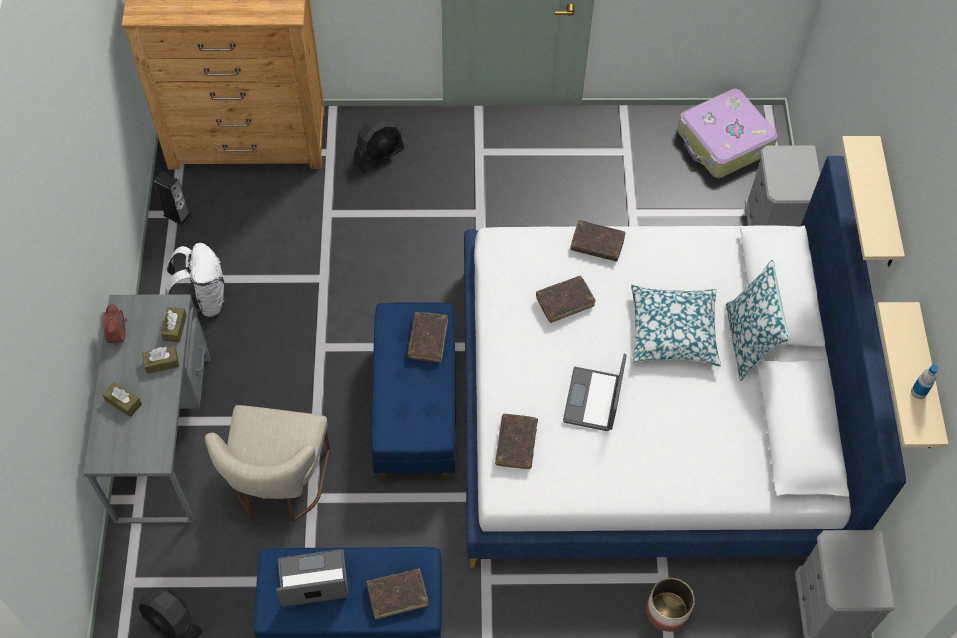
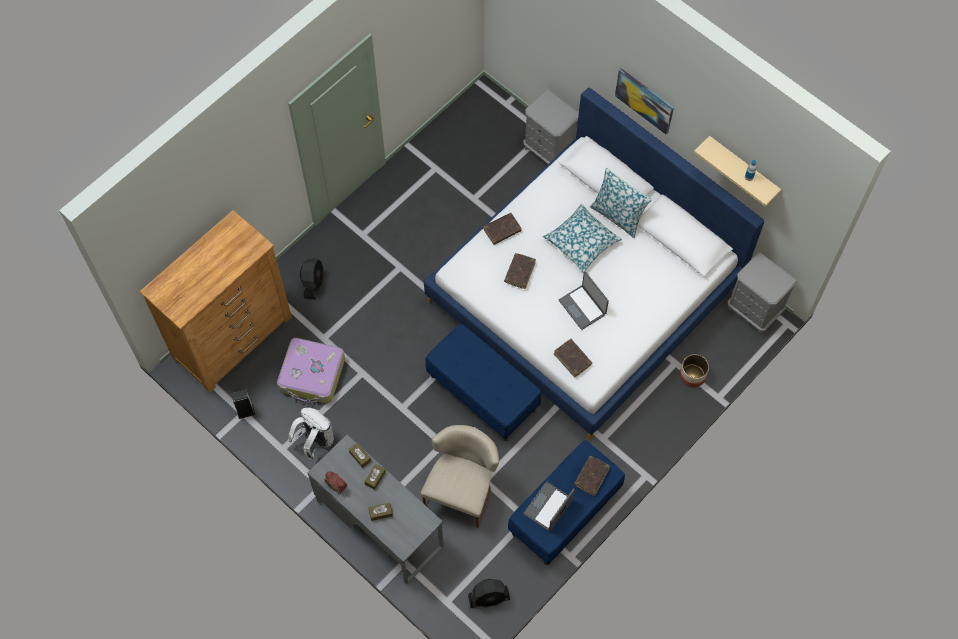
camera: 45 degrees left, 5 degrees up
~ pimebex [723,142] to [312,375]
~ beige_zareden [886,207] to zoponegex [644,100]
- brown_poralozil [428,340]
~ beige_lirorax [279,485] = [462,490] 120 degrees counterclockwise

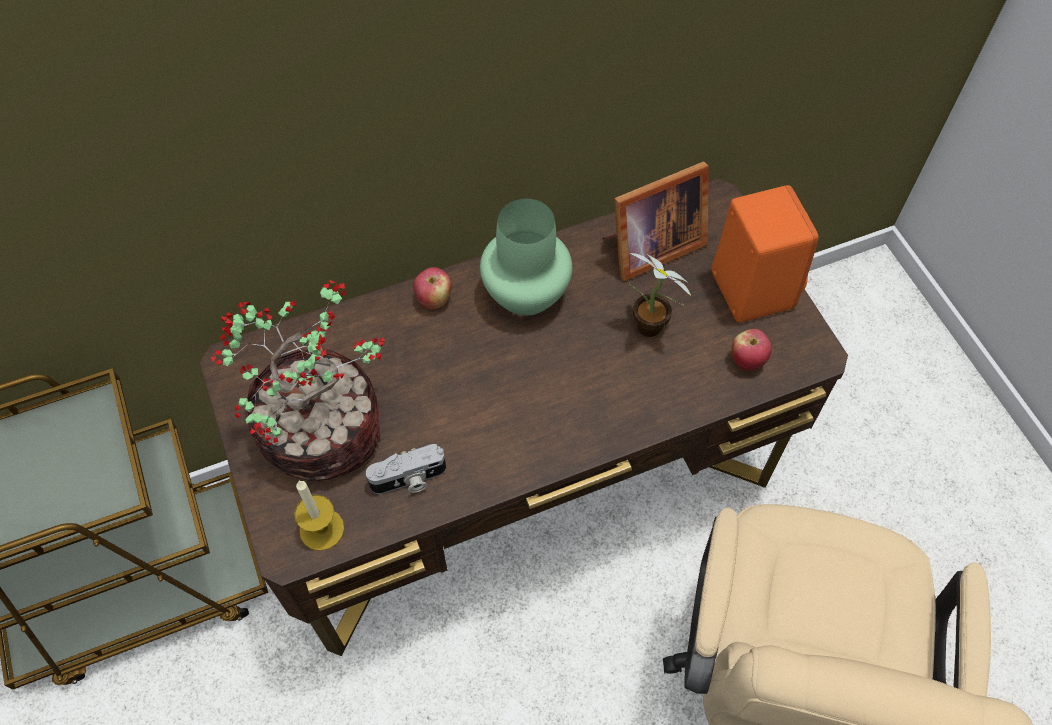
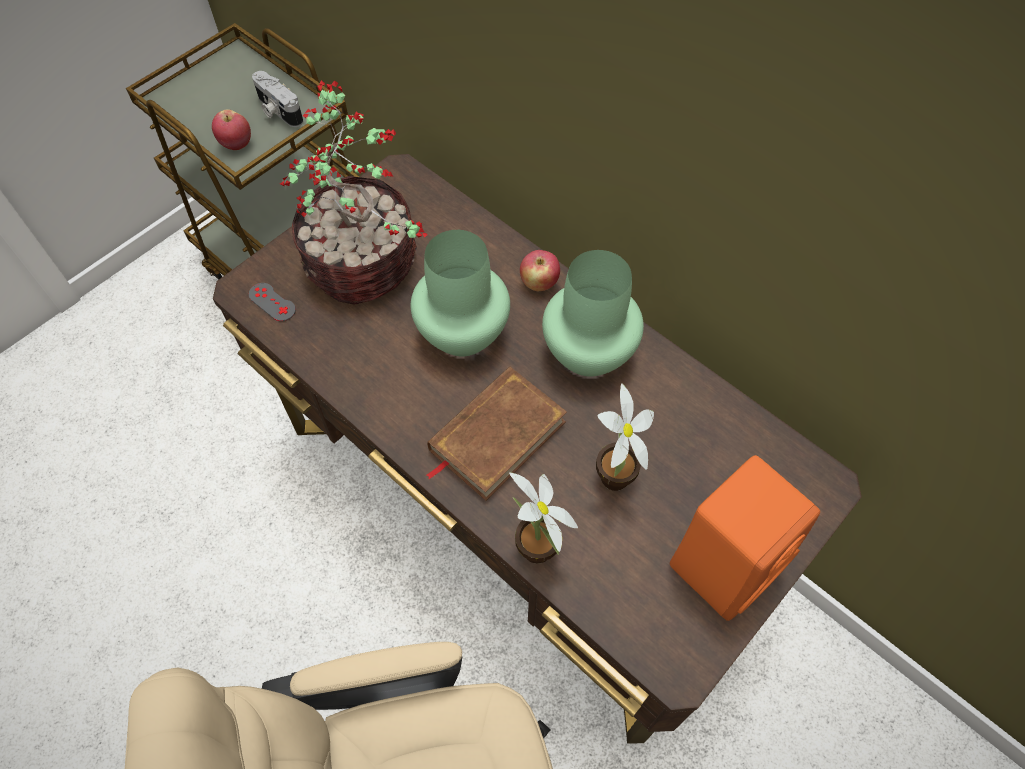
camera: 65 degrees right, 0 degrees up
- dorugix [649,247]
~ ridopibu [747,360] to [236,144]
~ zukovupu [409,480] to [278,111]
~ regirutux [322,529] to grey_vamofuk [272,302]
+ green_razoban [464,334]
+ brown_poralozil [496,436]
+ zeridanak [538,555]

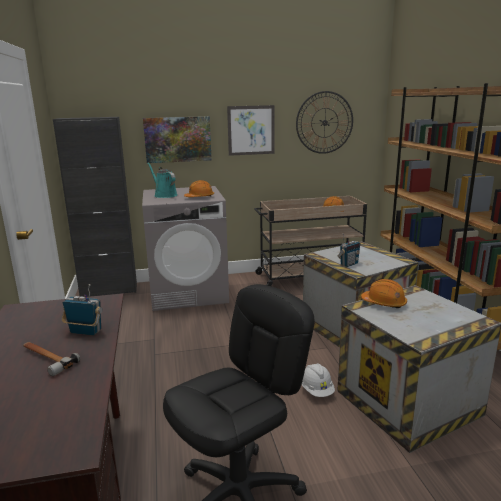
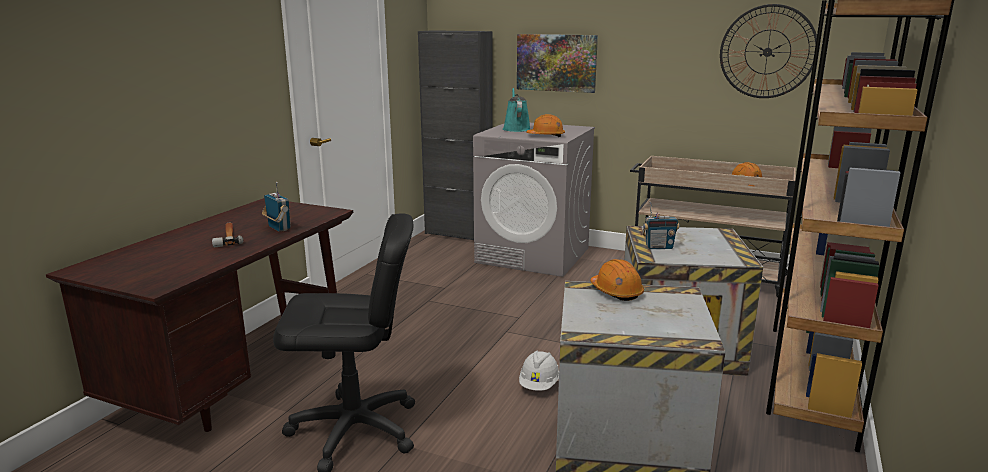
camera: 35 degrees right, 0 degrees up
- zoponegex [251,130]

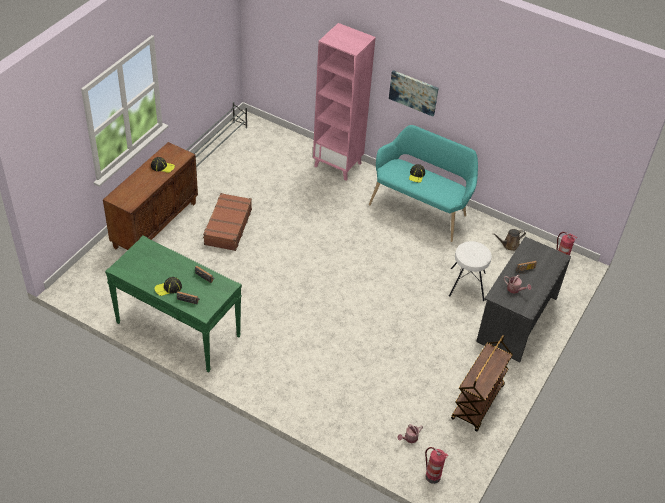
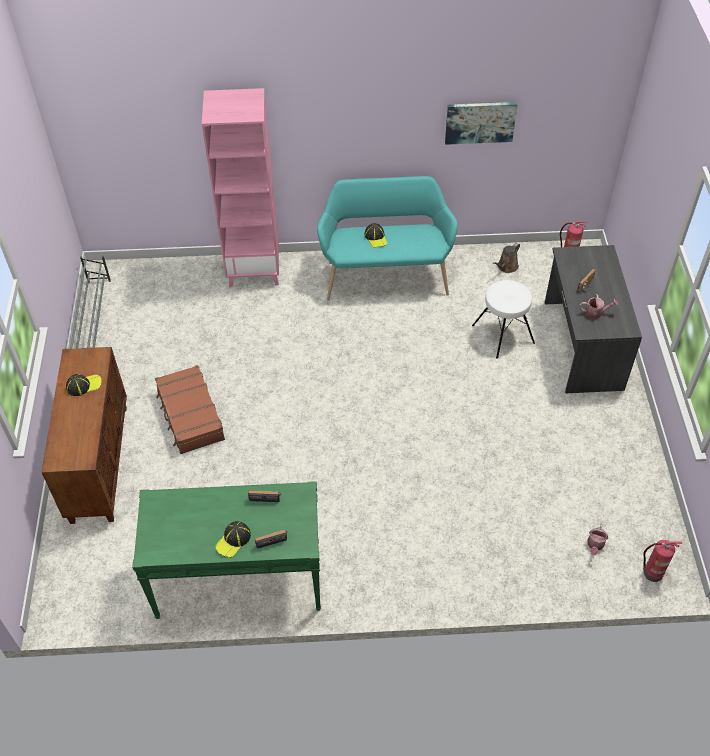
camera: 30 degrees left, 5 degrees up
~ zoponegex [413,92] to [480,122]
- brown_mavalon [478,403]

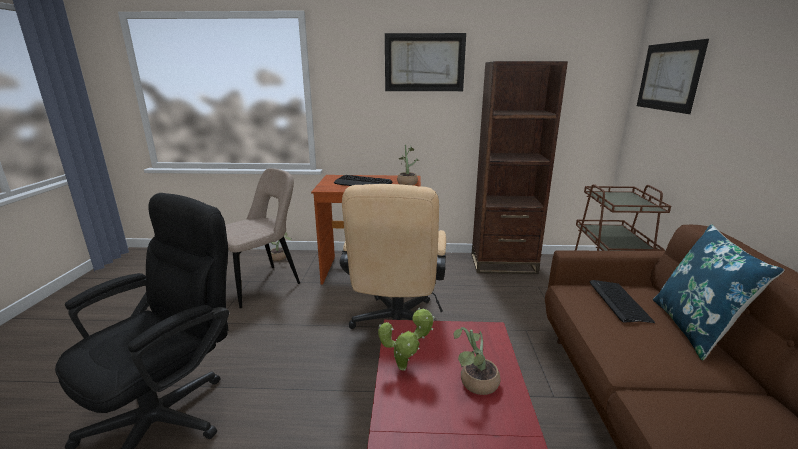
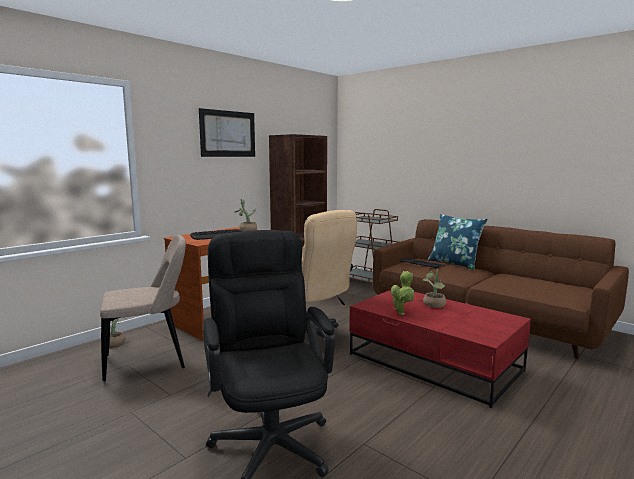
camera: 50 degrees left, 10 degrees down
- zoponegex [668,77]
~ beige_lirorax [262,285] = [149,361] 75 degrees clockwise

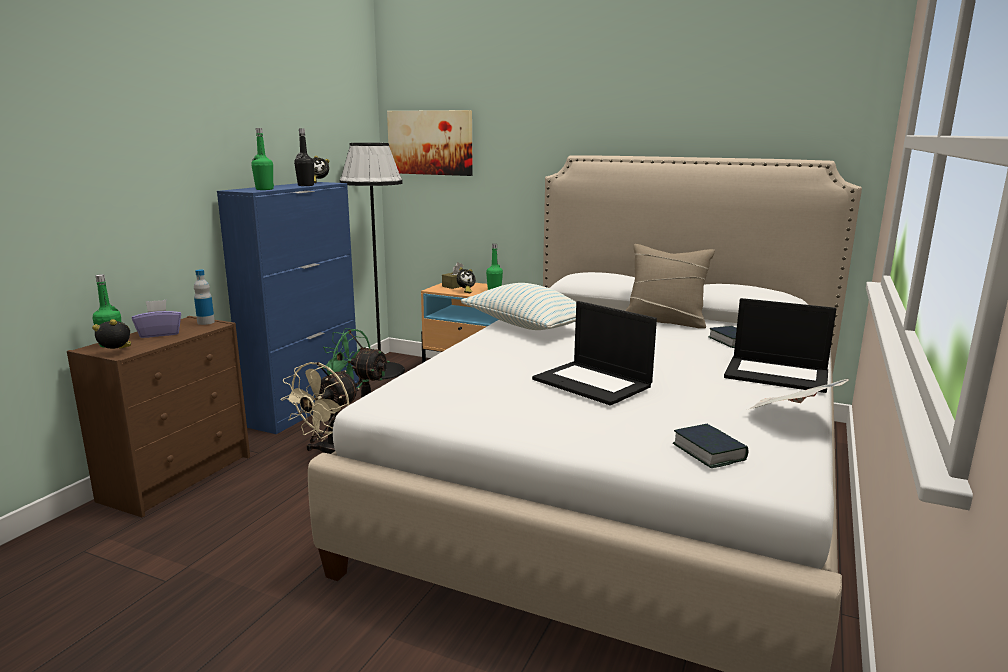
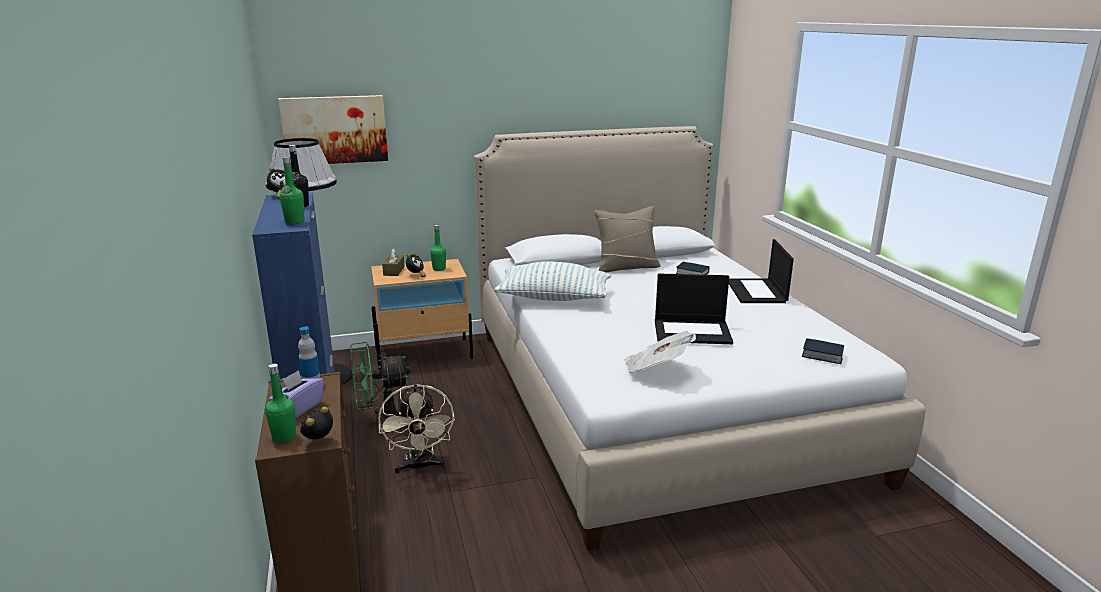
camera: 40 degrees left, 5 degrees up
~ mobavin [777,374] = [757,292] 105 degrees clockwise
~ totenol [791,418] to [656,368]

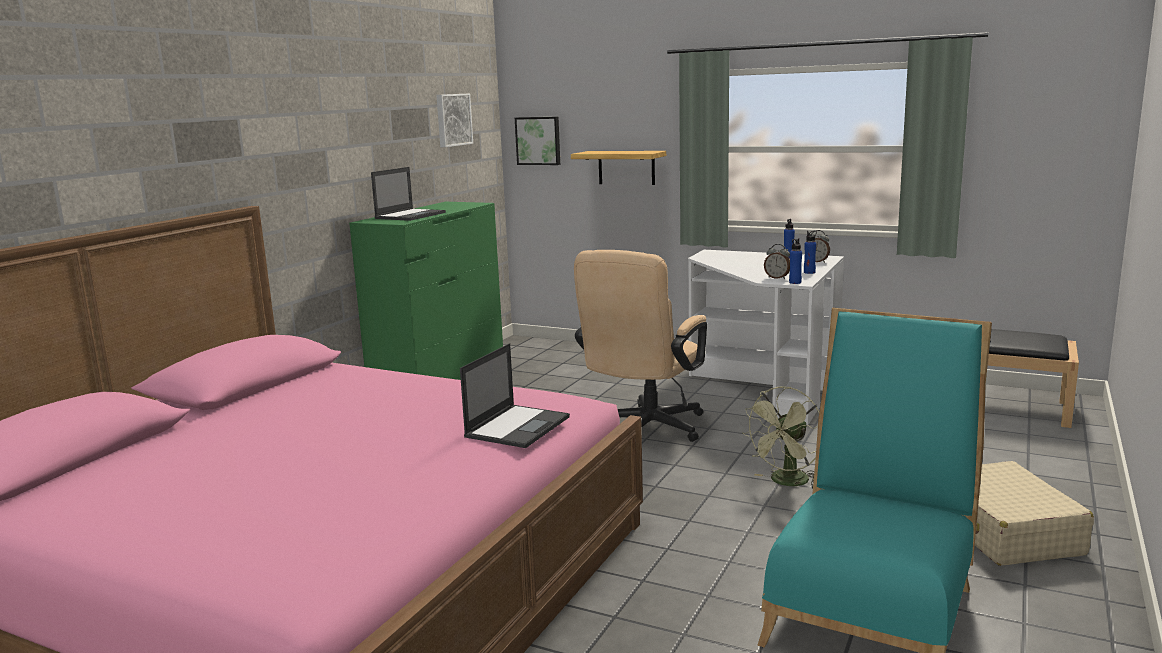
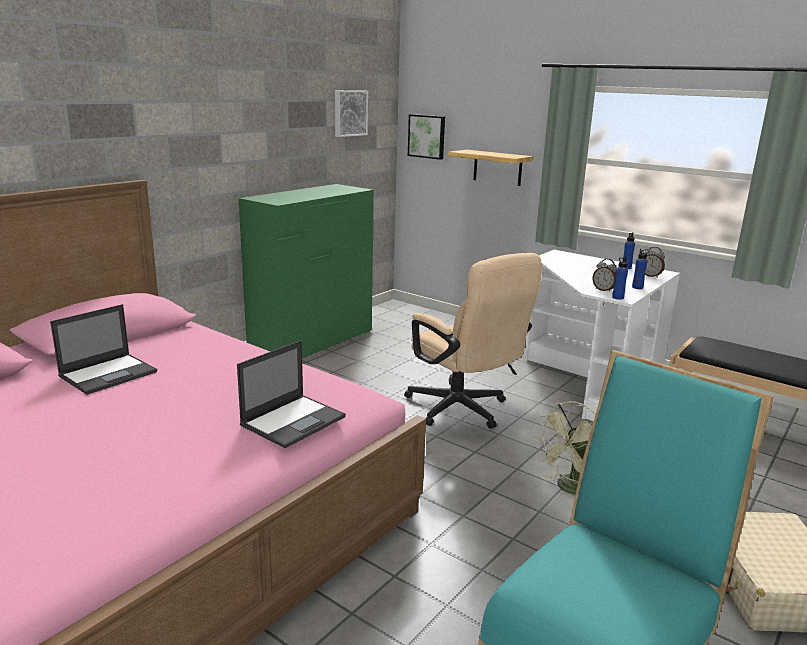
camera: 10 degrees right, 5 degrees up
~ mobavin [411,215] to [109,374]
~ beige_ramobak [644,430] = [463,411] 75 degrees counterclockwise

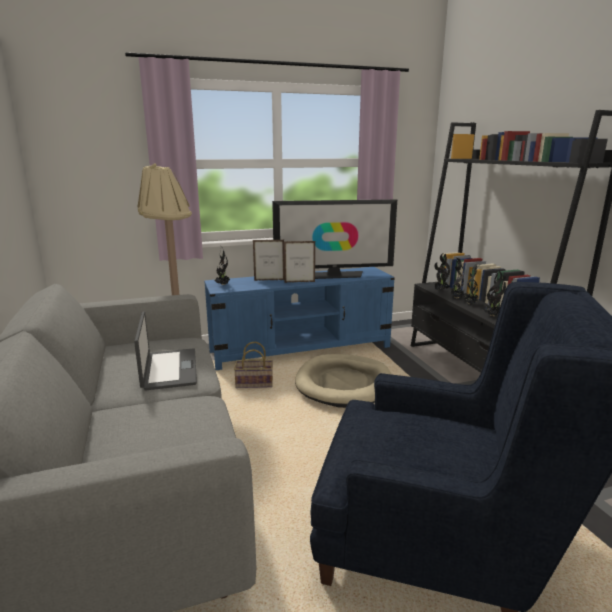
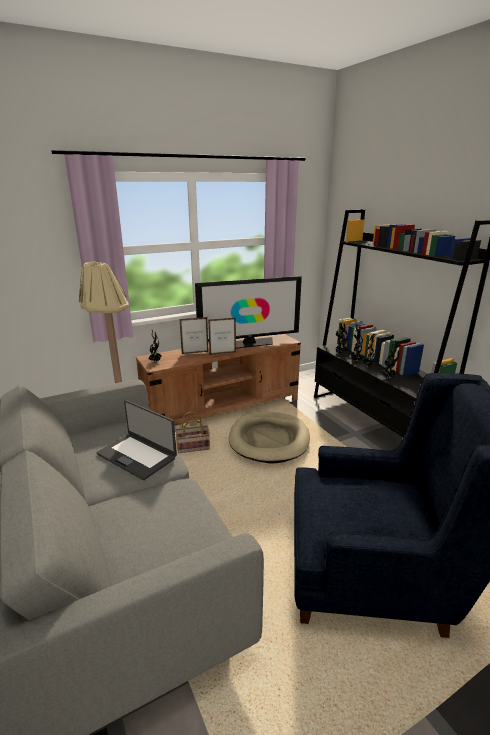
camera: 10 degrees left, 5 degrees up
~ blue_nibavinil [301,349] to brown_nibavinil [223,408]
~ mobavin [168,369] = [137,455] 150 degrees clockwise

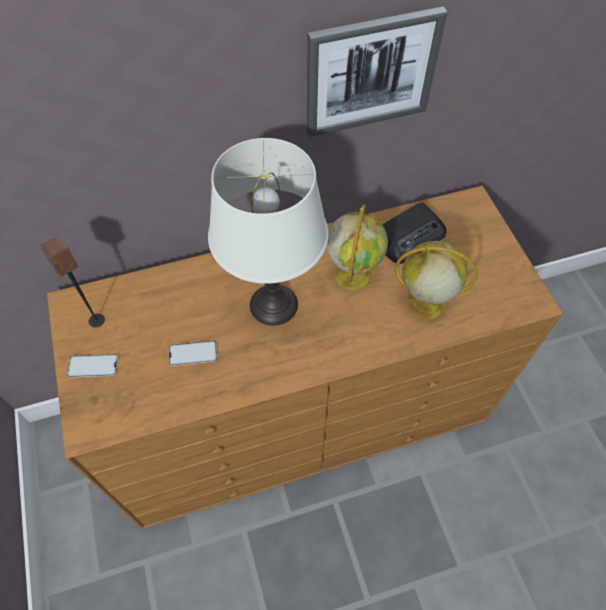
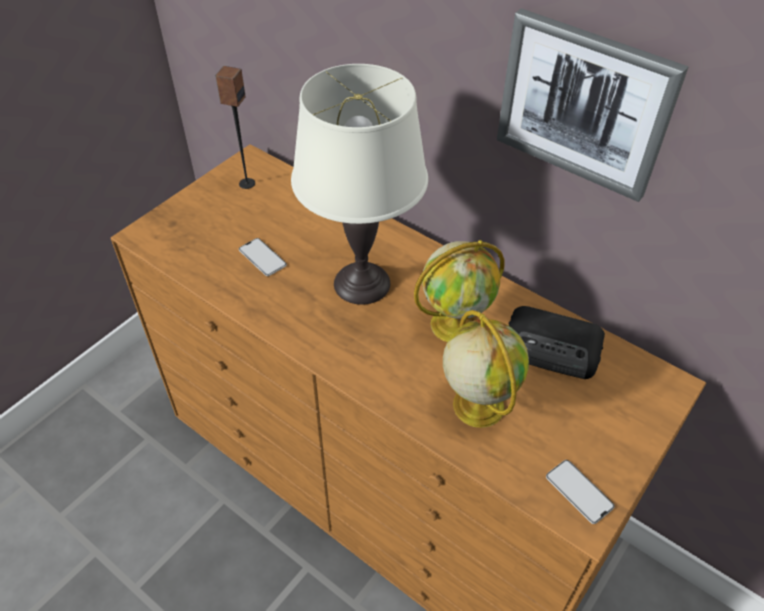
camera: 55 degrees right, 10 degrees down
~ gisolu [93,366] to [579,491]

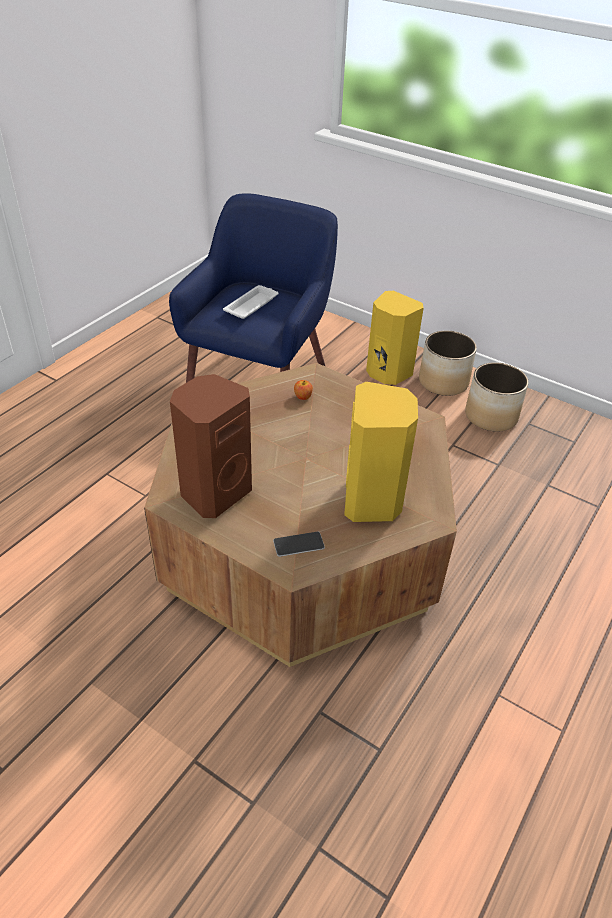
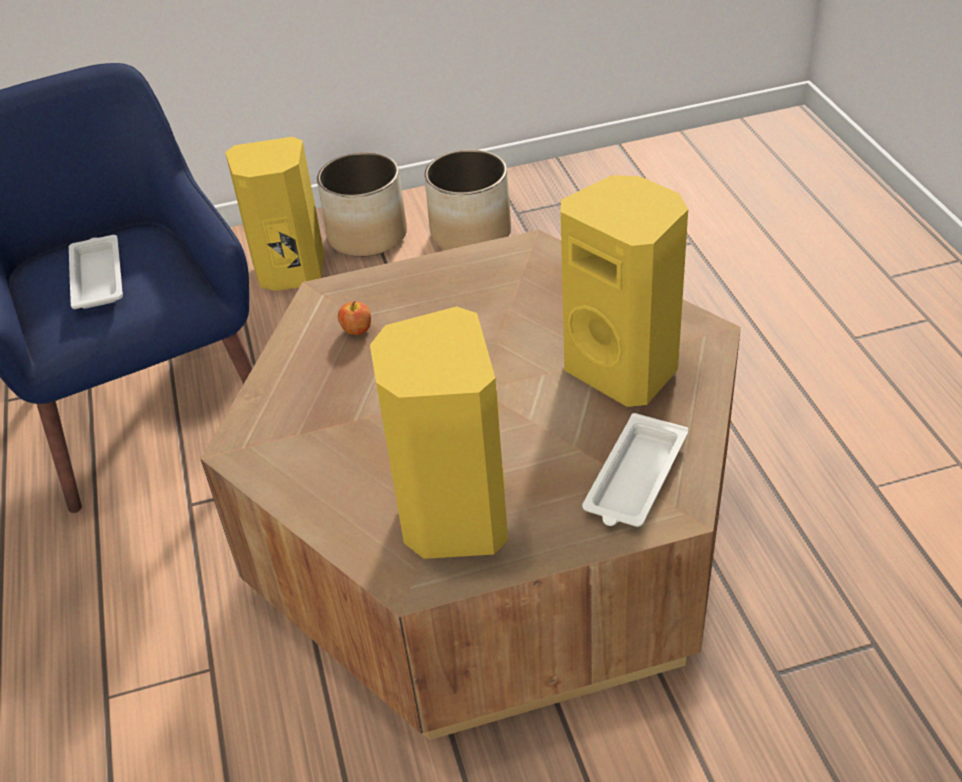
camera: 45 degrees left, 0 degrees up
~ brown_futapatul [214,492] to yellow_futapatul [450,518]
~ gisolu [298,544] to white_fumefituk [635,479]

